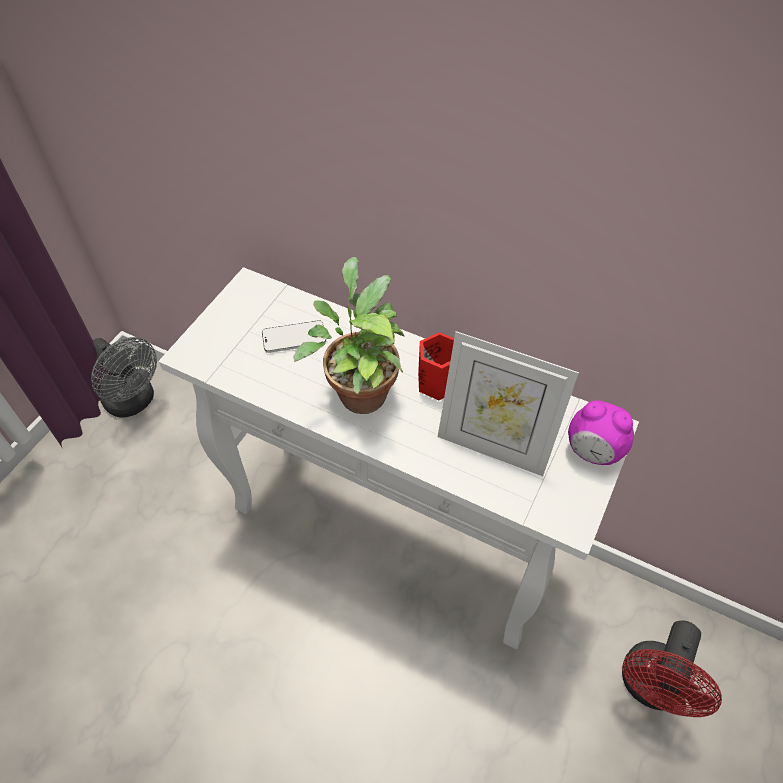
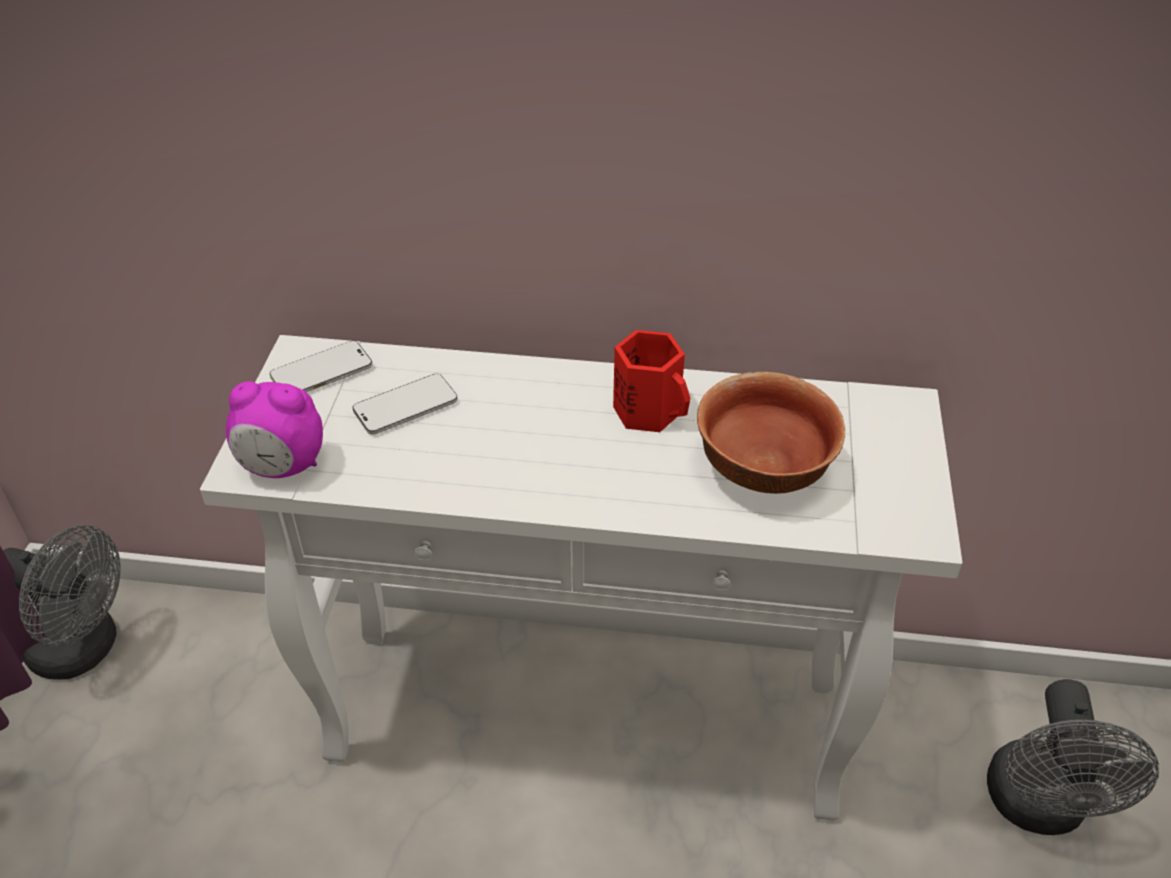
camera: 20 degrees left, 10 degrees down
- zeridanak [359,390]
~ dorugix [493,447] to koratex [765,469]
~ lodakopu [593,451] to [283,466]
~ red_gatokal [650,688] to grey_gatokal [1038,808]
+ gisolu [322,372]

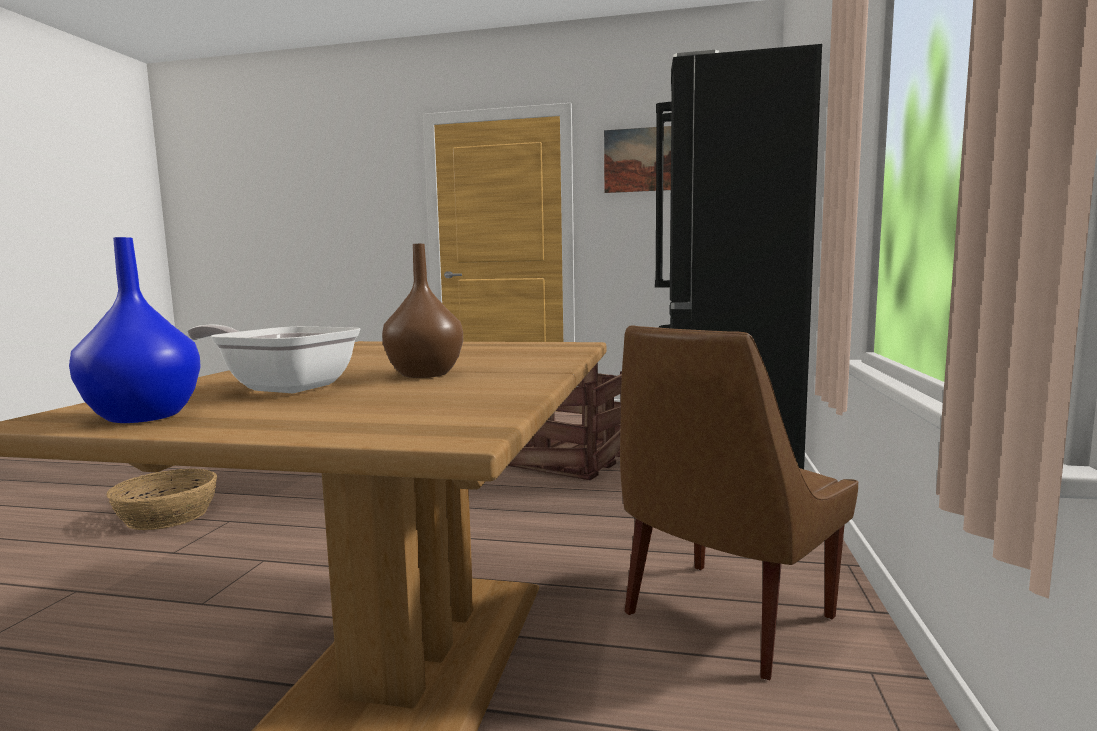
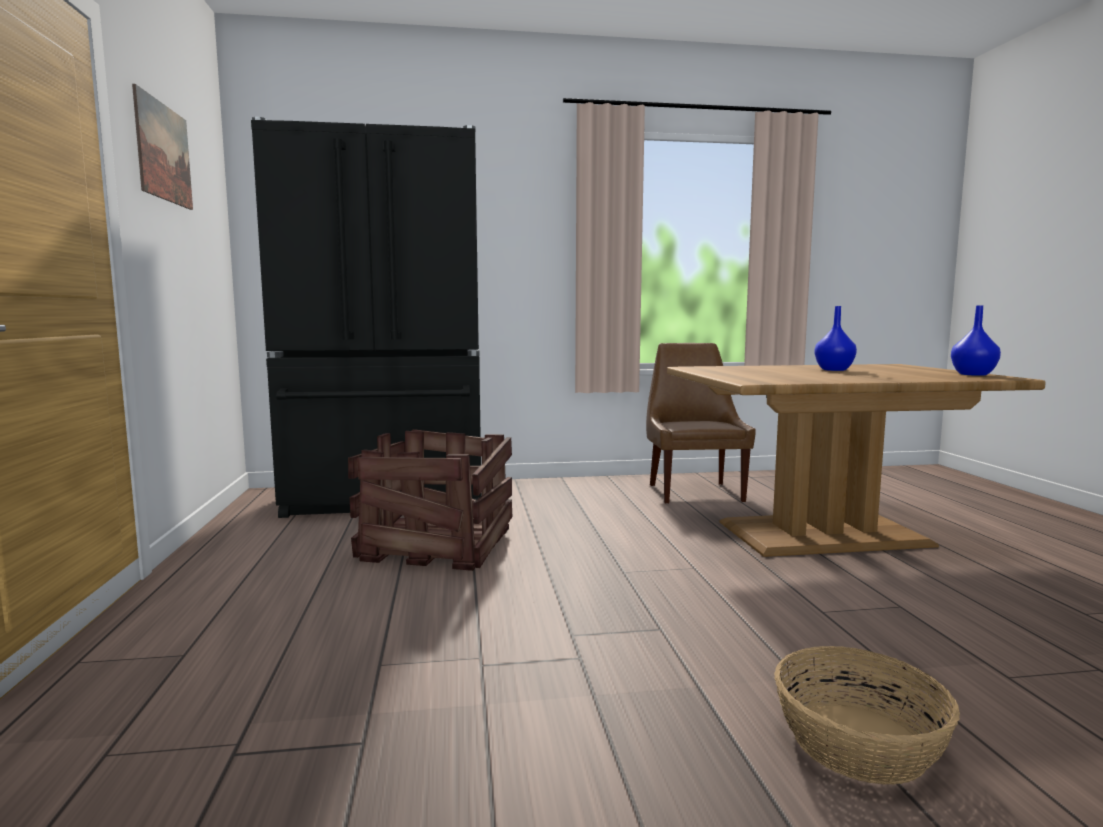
camera: 110 degrees left, 0 degrees up
~ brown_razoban [423,374] to blue_razoban [834,370]
- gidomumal [282,387]
~ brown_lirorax [723,618] = [694,492] 120 degrees counterclockwise

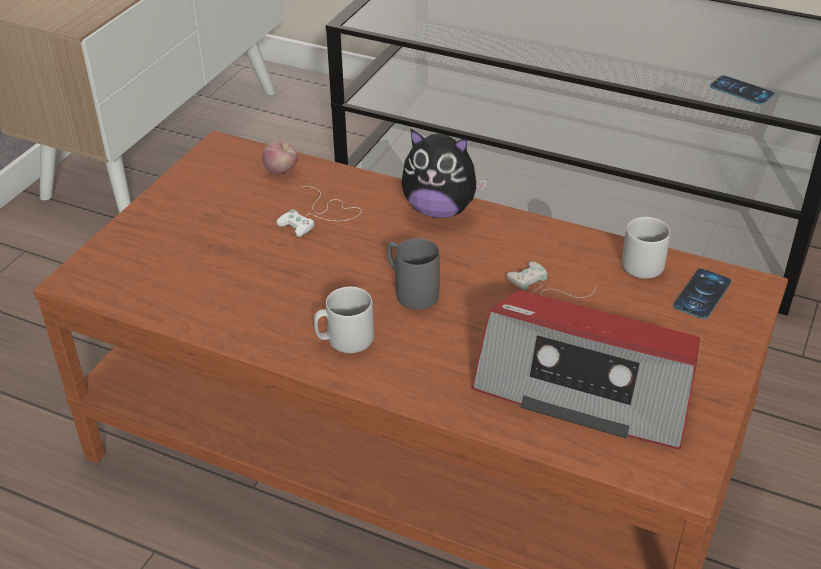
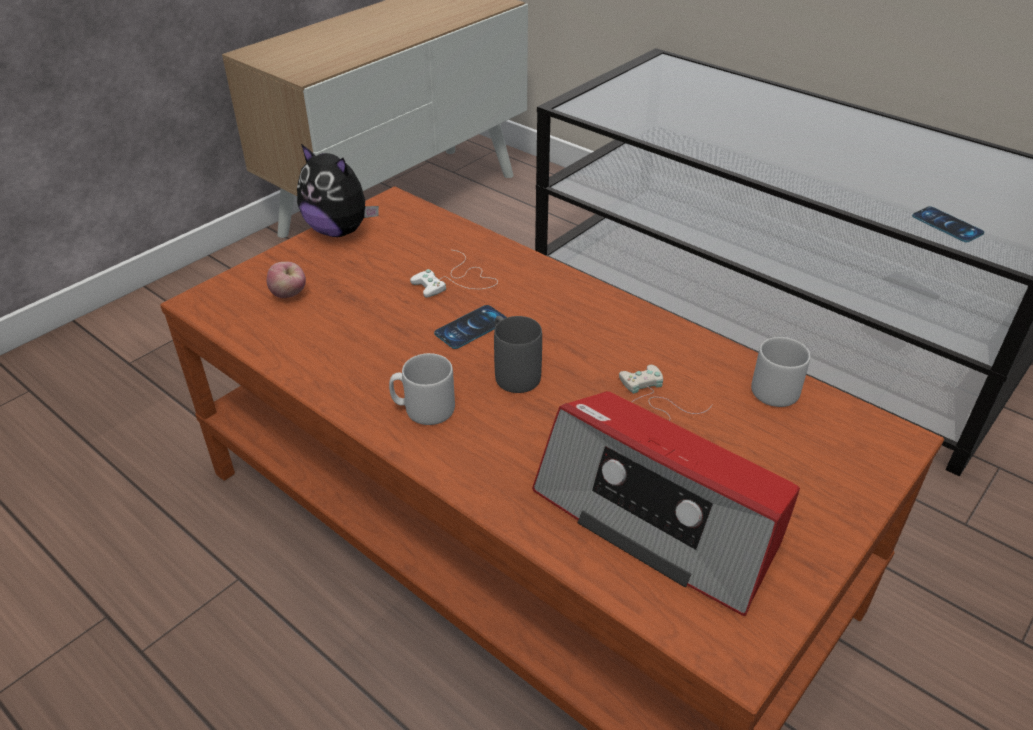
camera: 15 degrees right, 0 degrees up
~ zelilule [440,210] to [339,231]
~ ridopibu [281,171] to [289,295]
~ gisolu [702,294] to [471,327]

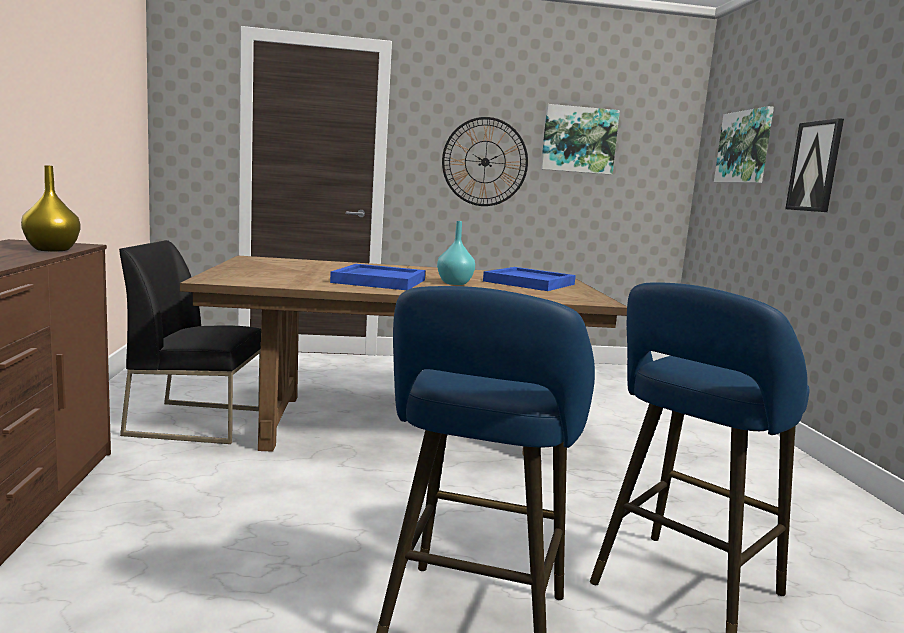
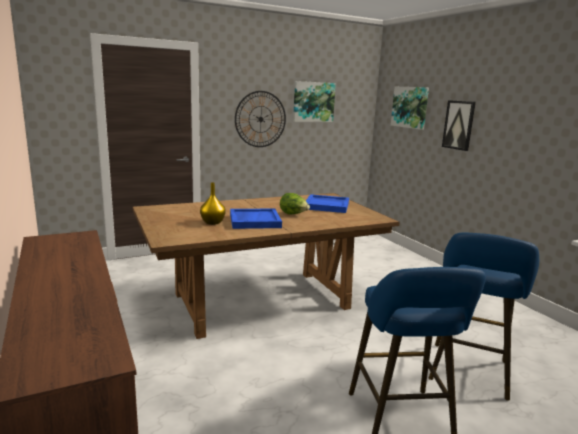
camera: 20 degrees left, 5 degrees up
~ yellow_razoban [52,249] to [212,222]
~ turquoise_razoban [455,283] to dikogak [293,214]
- black_lirorax [197,422]

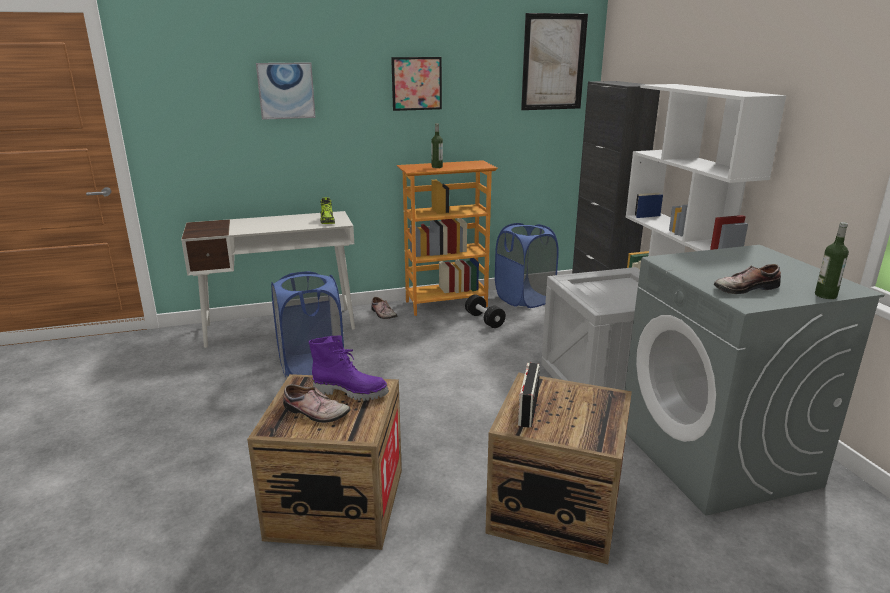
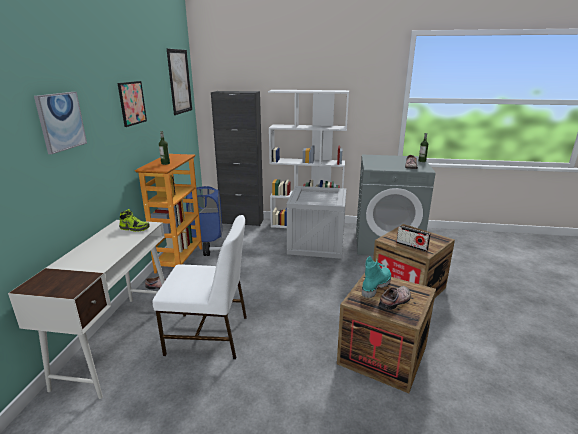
camera: 65 degrees left, 0 degrees up
~ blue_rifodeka [311,366] to white_lirorax [209,335]
~ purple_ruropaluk [351,392] to turquoise_ruropaluk [375,286]

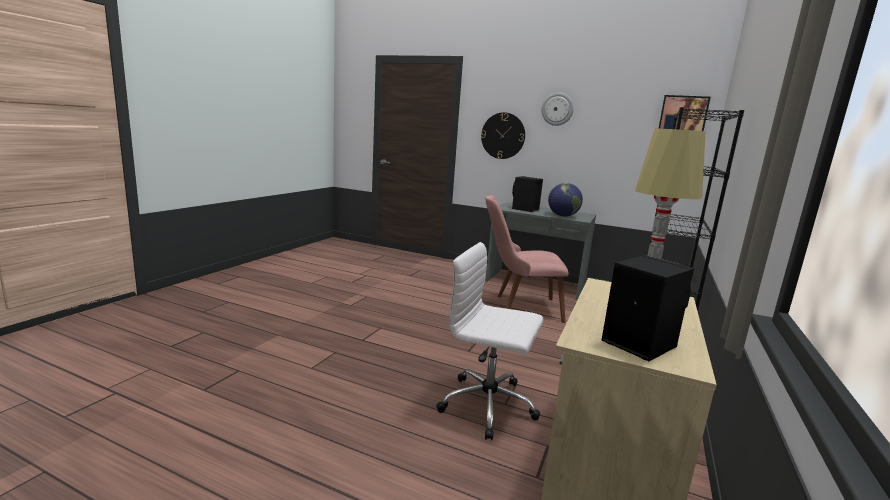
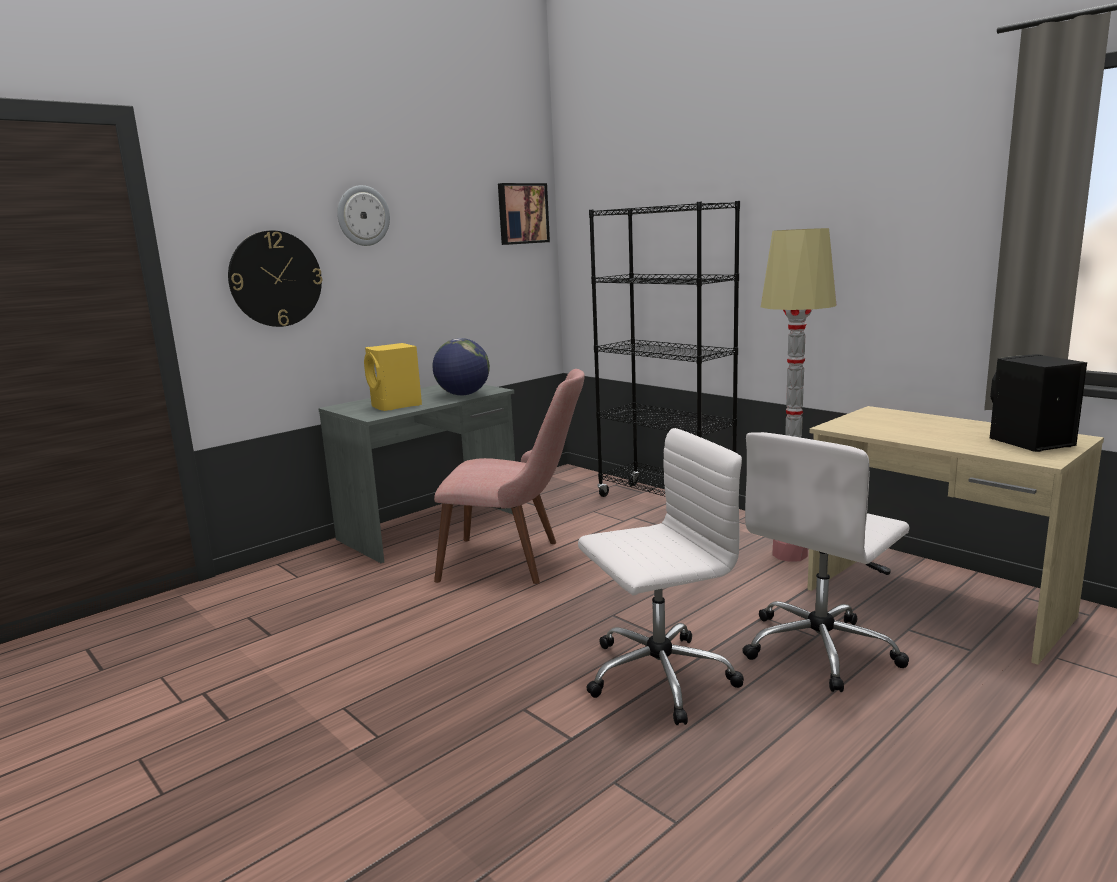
camera: 65 degrees left, 0 degrees up
~ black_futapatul [524,209] to yellow_futapatul [396,405]
~ pink_lirorax [518,307] = [516,560] 105 degrees counterclockwise
+ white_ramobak [656,676]

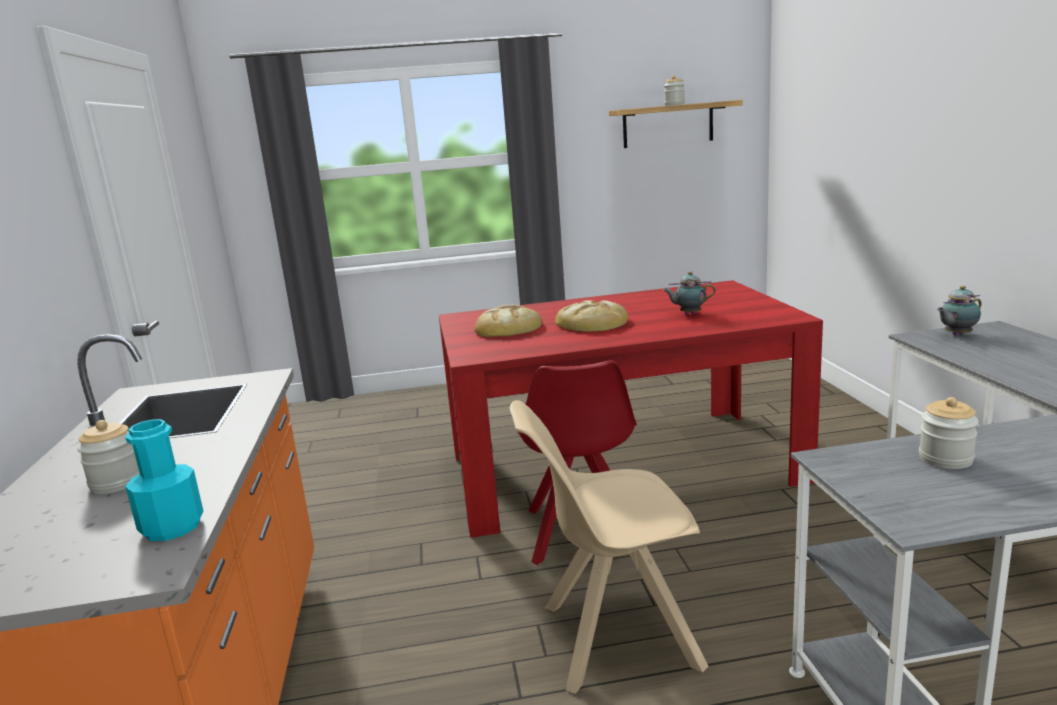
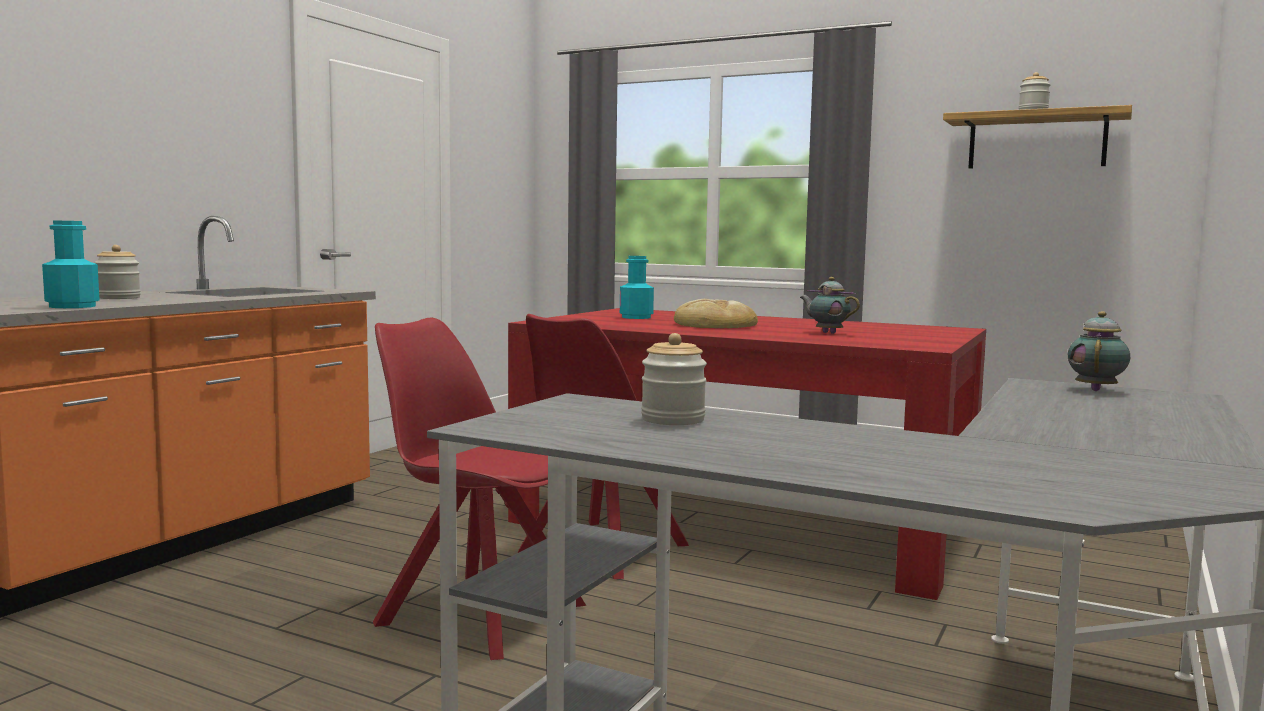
camera: 35 degrees right, 10 degrees down
~ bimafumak [956,335] = [1096,390] 105 degrees clockwise
~ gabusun [508,328] to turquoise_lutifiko [636,317]
~ beige_lirorax [615,637] to red_lirorax [477,613]

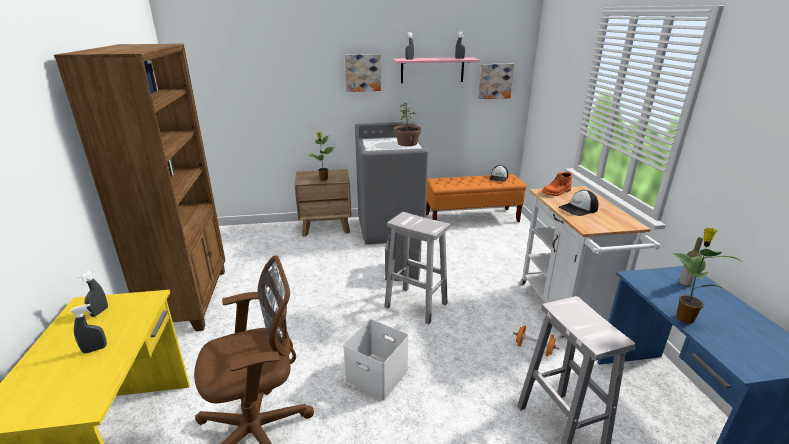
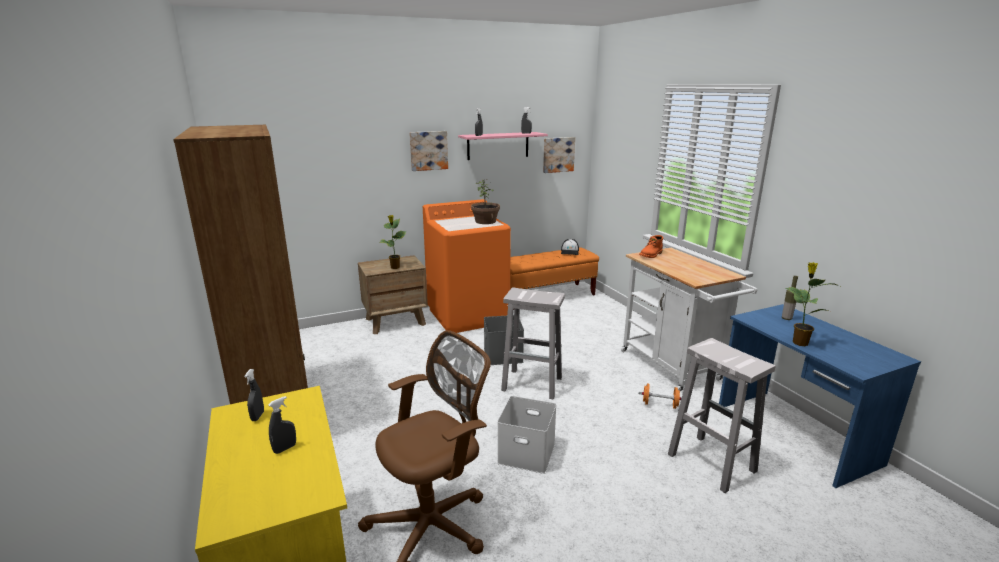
camera: 15 degrees left, 5 degrees down
~ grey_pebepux [390,229] to orange_pebepux [468,315]
- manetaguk [578,209]

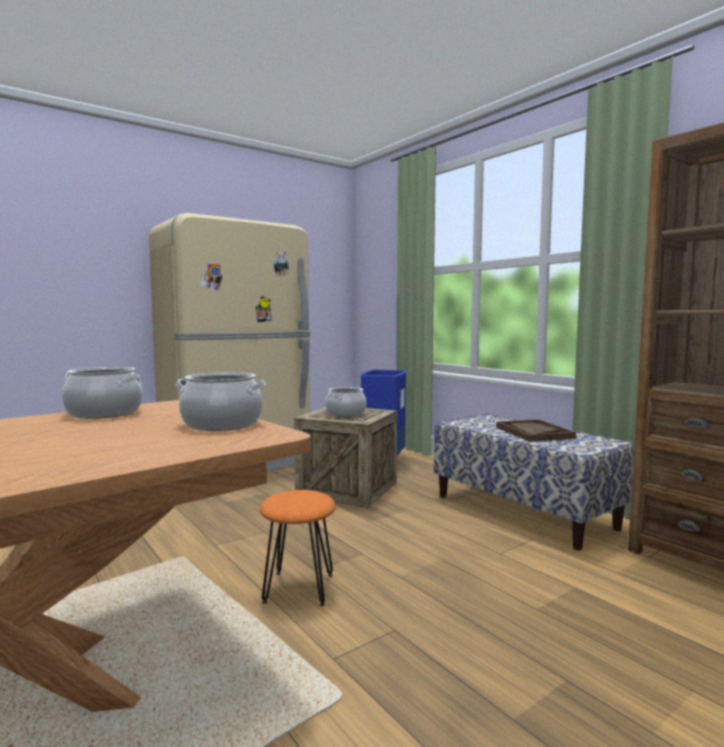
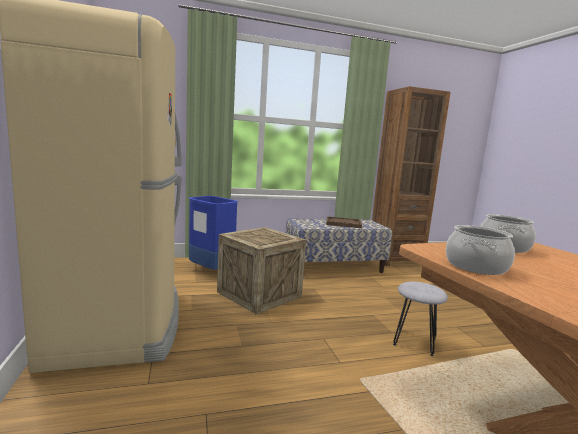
camera: 70 degrees left, 5 degrees up
- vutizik [346,414]
~ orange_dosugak [299,588] to grey_dosugak [414,341]

